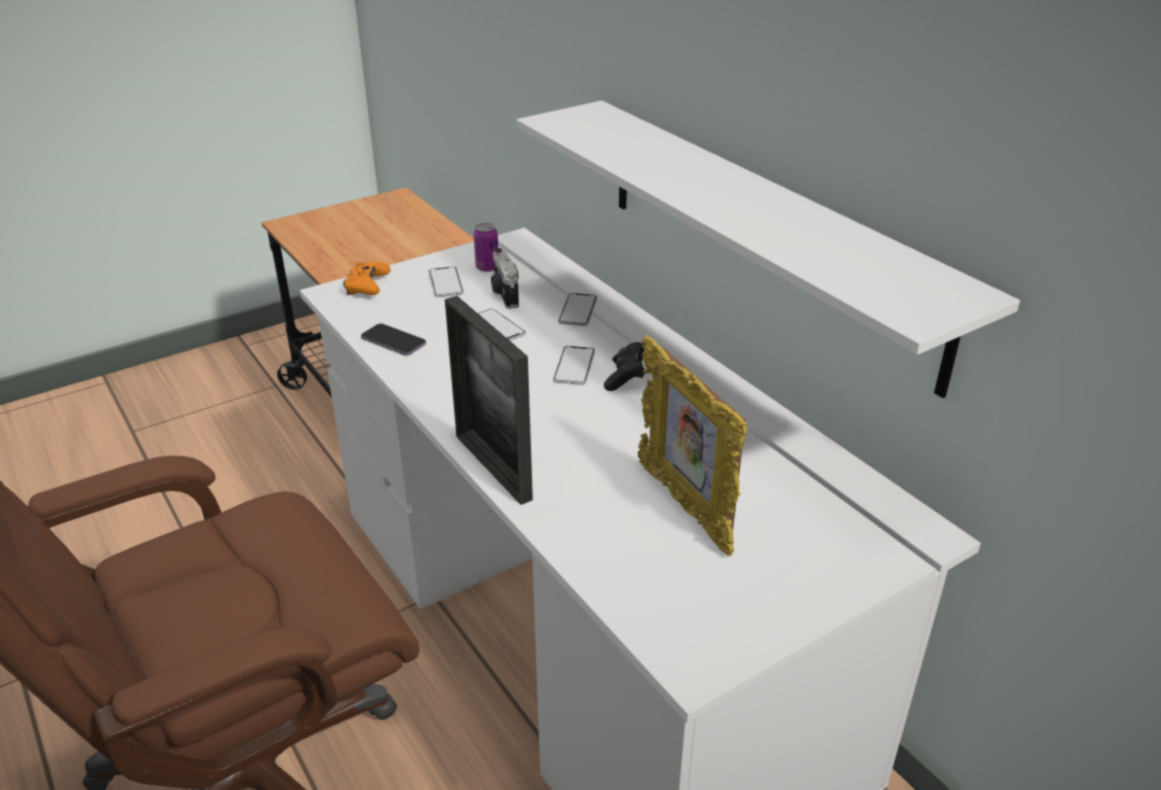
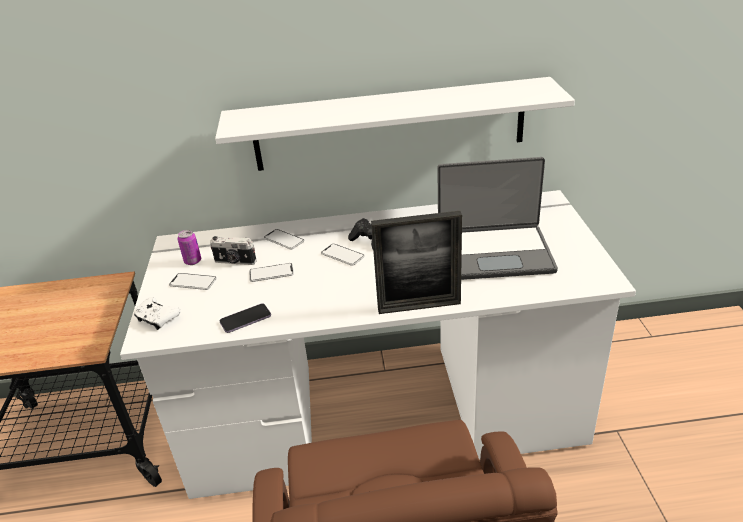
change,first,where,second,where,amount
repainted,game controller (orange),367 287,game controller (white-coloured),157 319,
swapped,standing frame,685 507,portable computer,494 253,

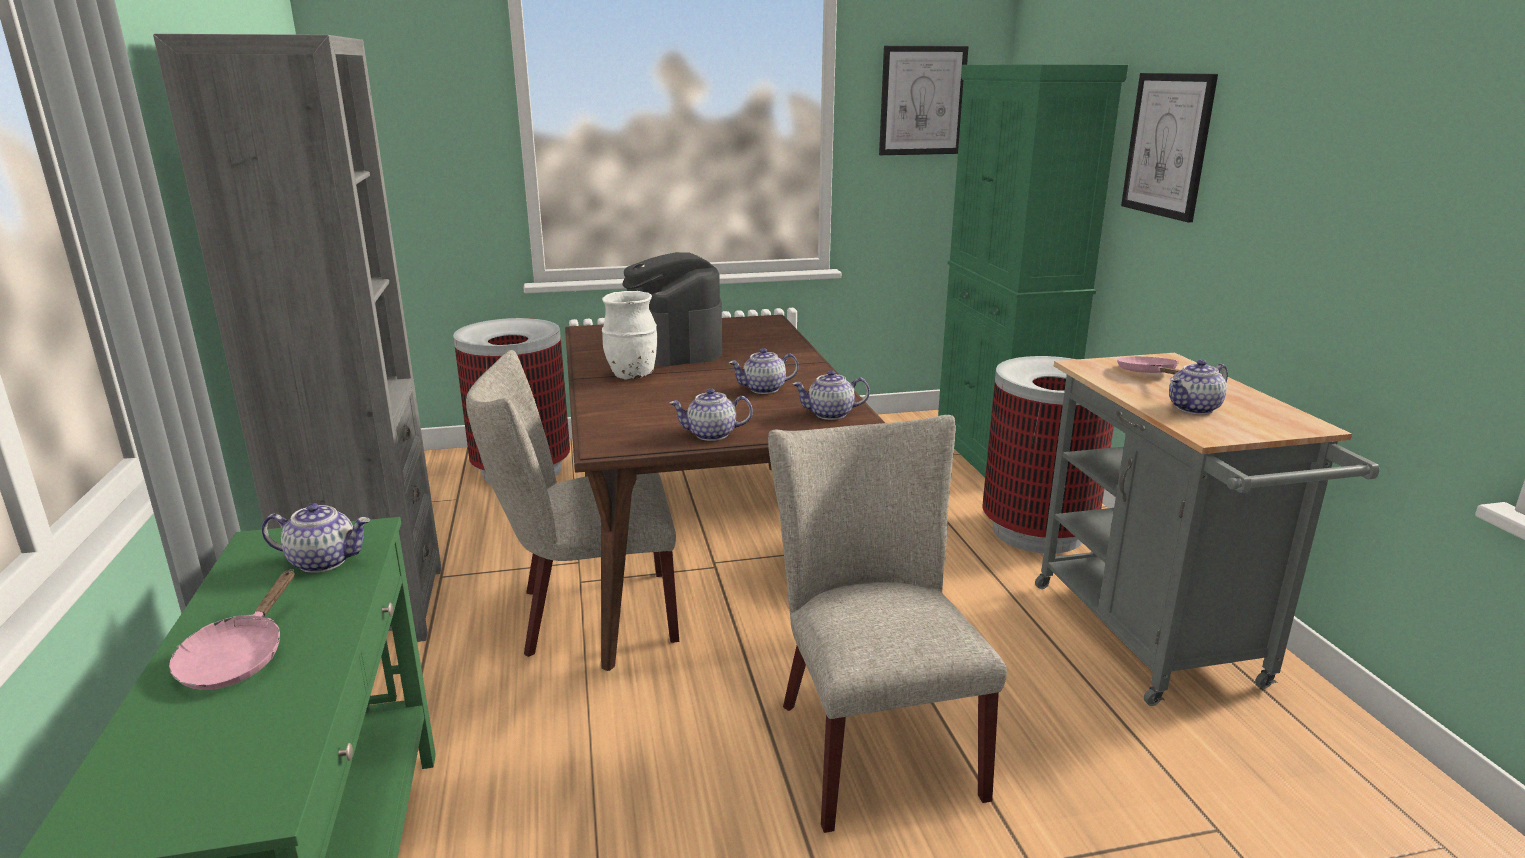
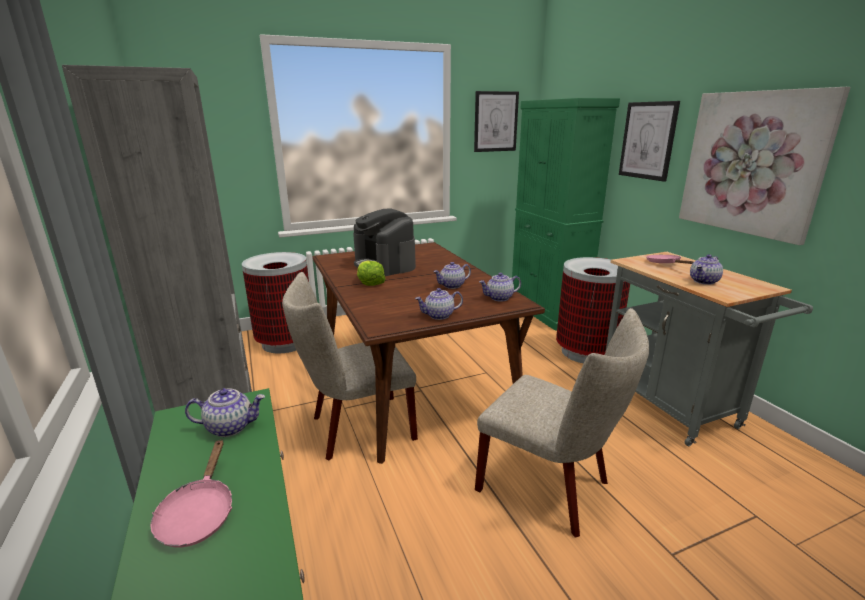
change,first,where,second,where,amount
swapped,decorative vase (white-coloured),632 376,lettuce,370 283,
rotated,upright chair (sand-coloured),870 740,,551 488,150 degrees clockwise
new,,,wall art,752 163,

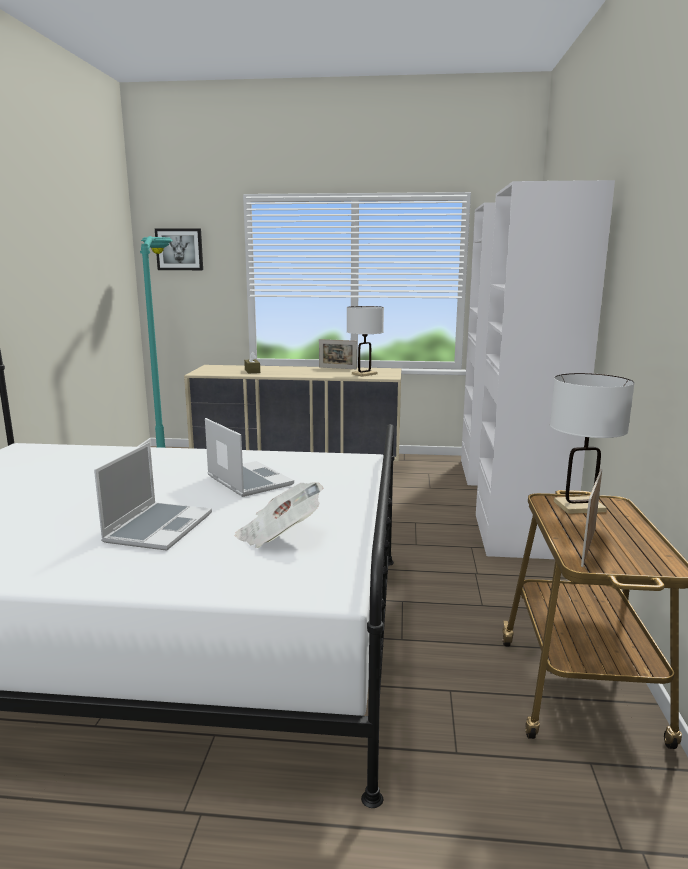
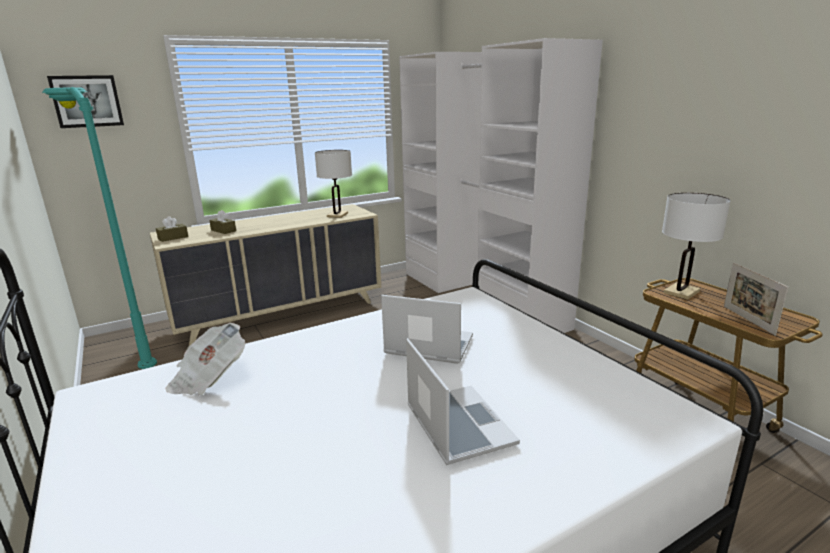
change,first,where,second,where,amount
shifted,daily paper,279 535,,208 378,
gone,standing frame,337 368,,,
new,,,tissue holder (brown),173 238,

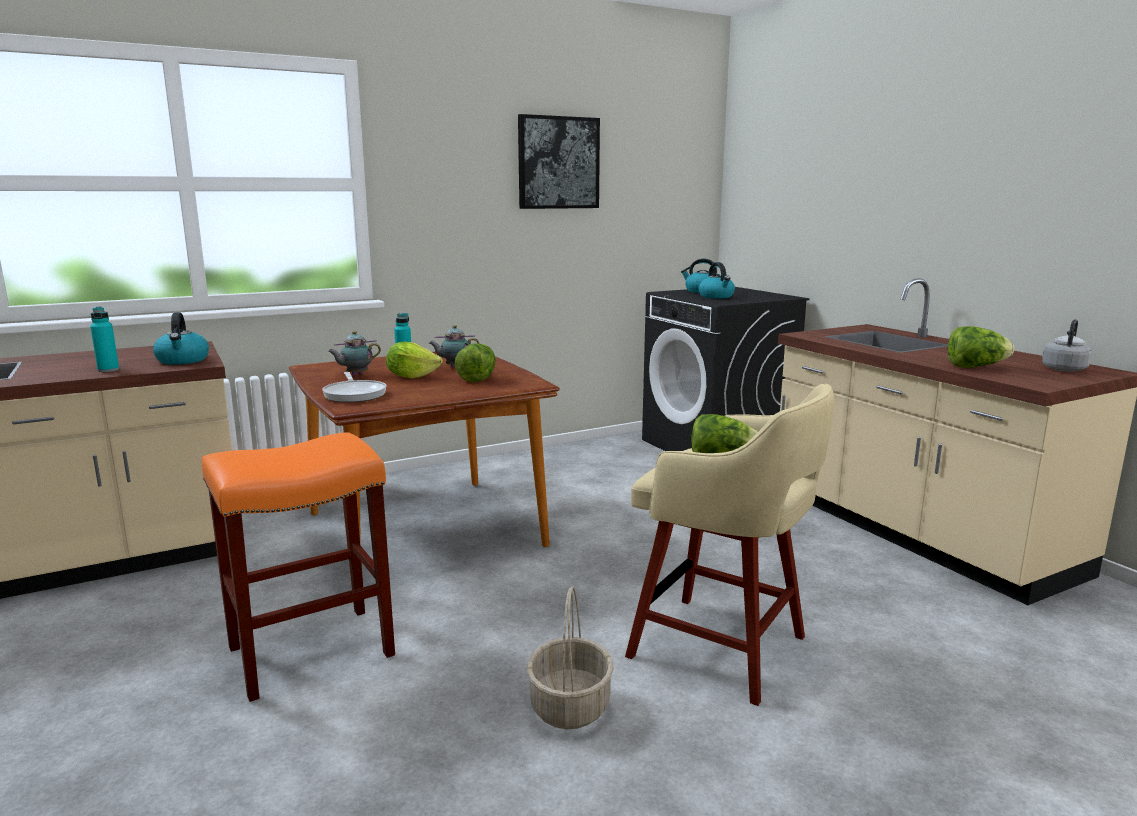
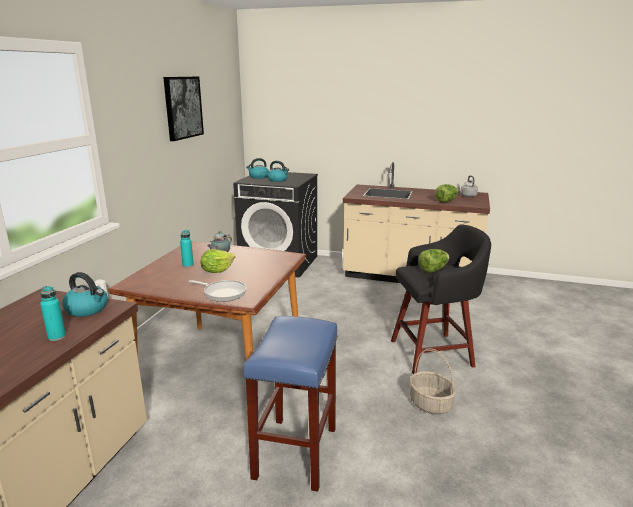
change,first,where,second,where,amount
repainted,sitting stool (orange),313 650,sitting stool (bluish),295 451,
gone,teapot,355 375,,,
gone,lettuce,478 378,,,
repainted,sitting stool (sand-coloured),723 649,sitting stool (blackish),434 353,

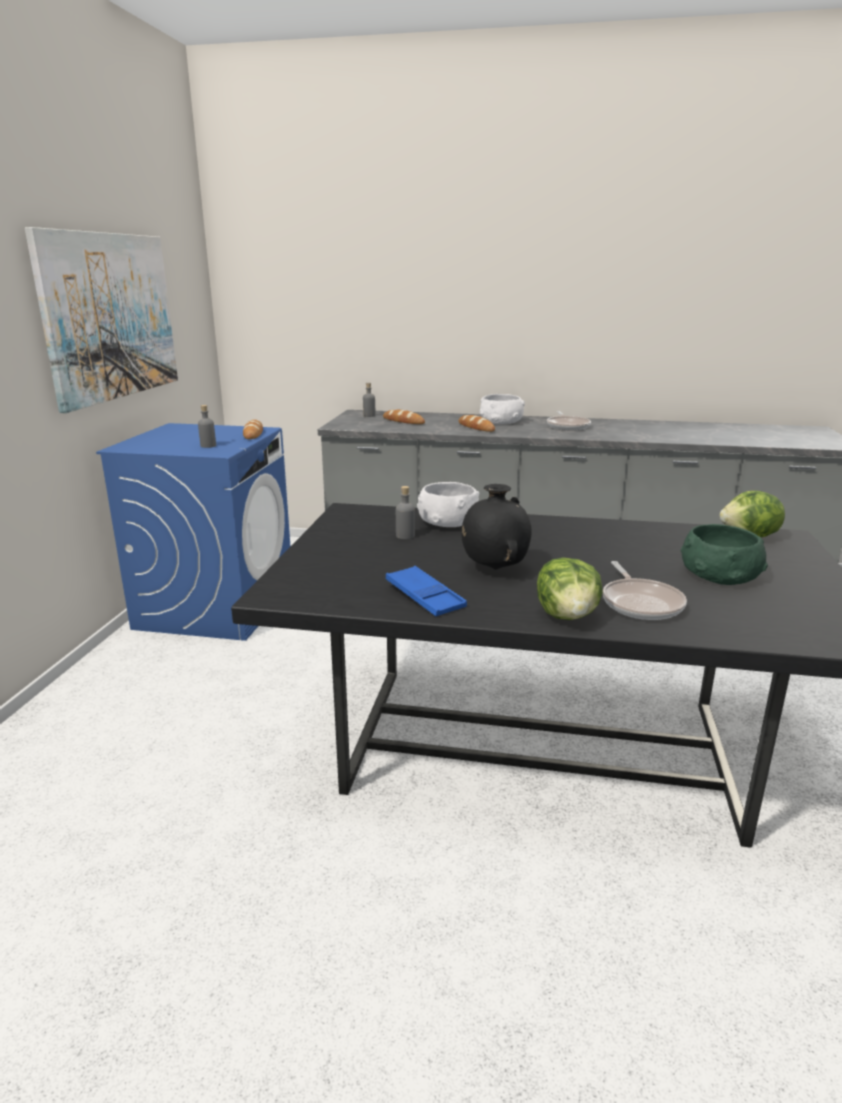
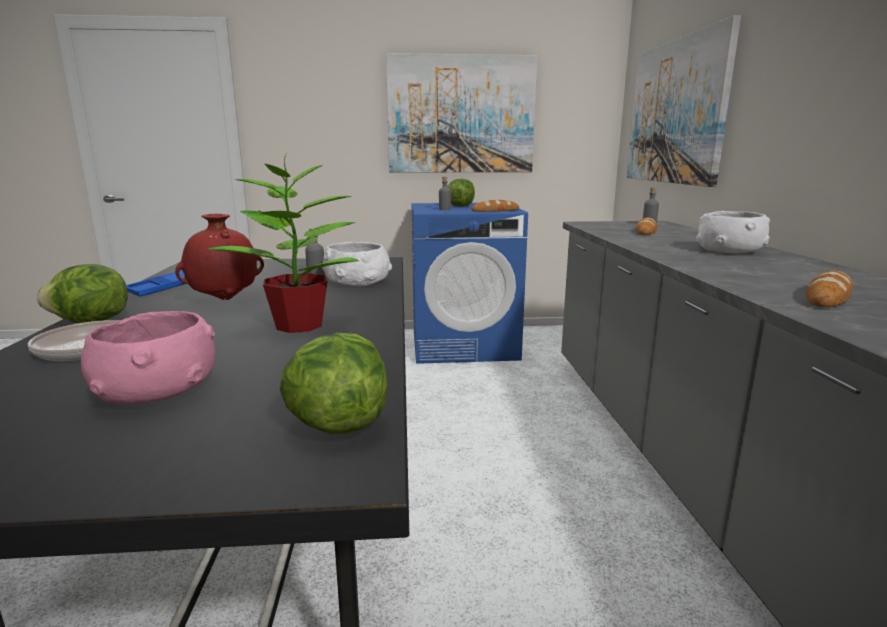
change,first,where,second,where,amount
shifted,bread,476 427,,828 296,
repainted,decorative vase (blackish),494 568,decorative vase (reddish),225 299,
gone,pan,567 426,,,
repainted,bowl (green),719 574,bowl (pink-coloured),158 389,
new,,,potted plant,300 325,
new,,,lettuce,460 206,
new,,,wall art,675 112,

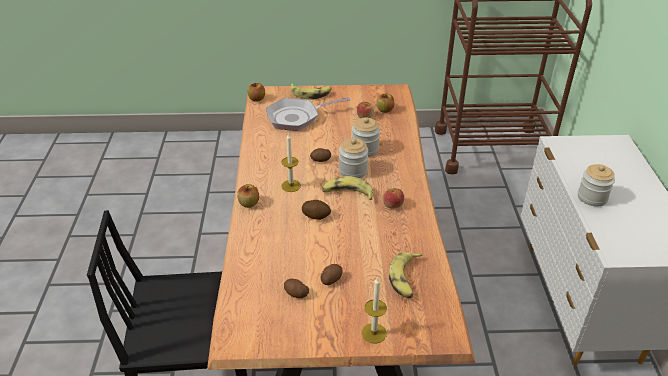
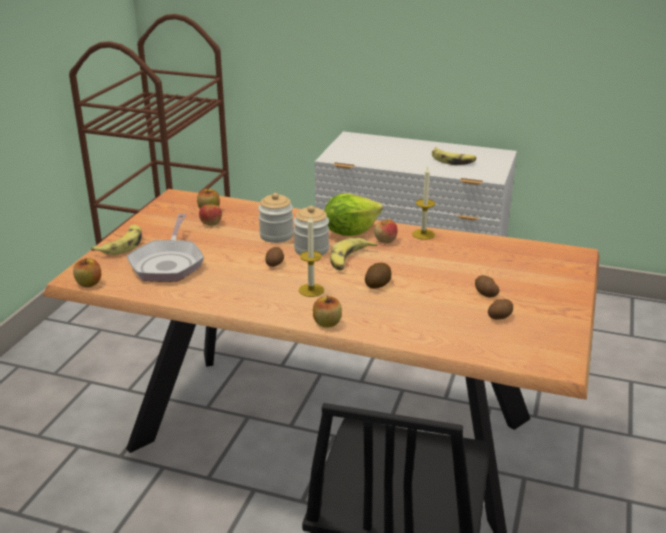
change,first,where,second,where,amount
shifted,wax light,374 333,,423 234,
shifted,banana fruit,405 279,,453 160,
gone,preserve jar,592 197,,,
new,,,lettuce,350 232,

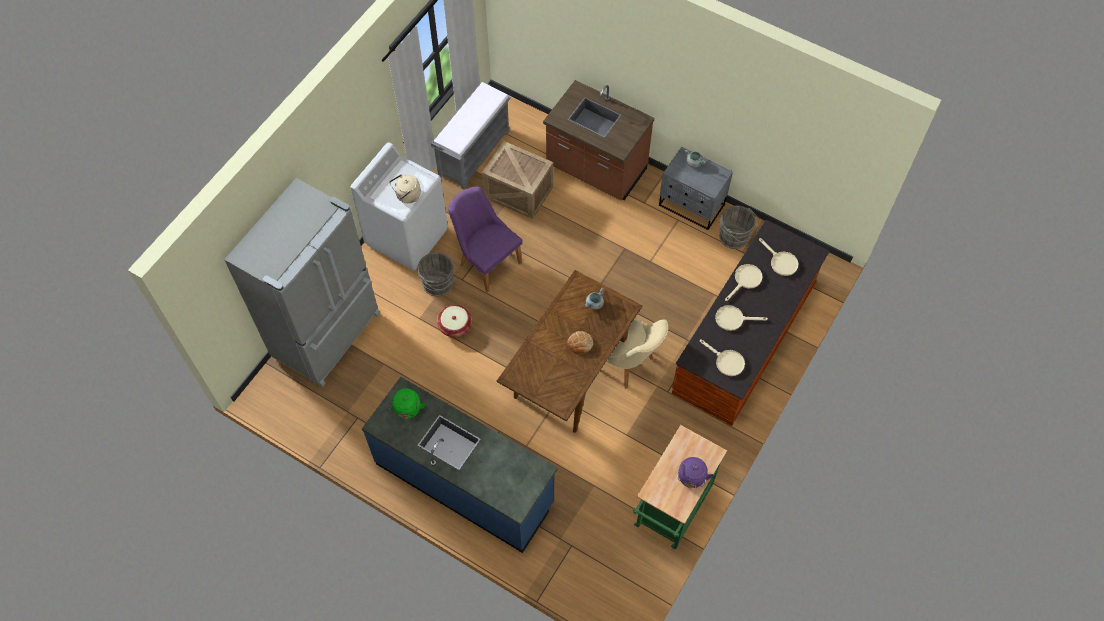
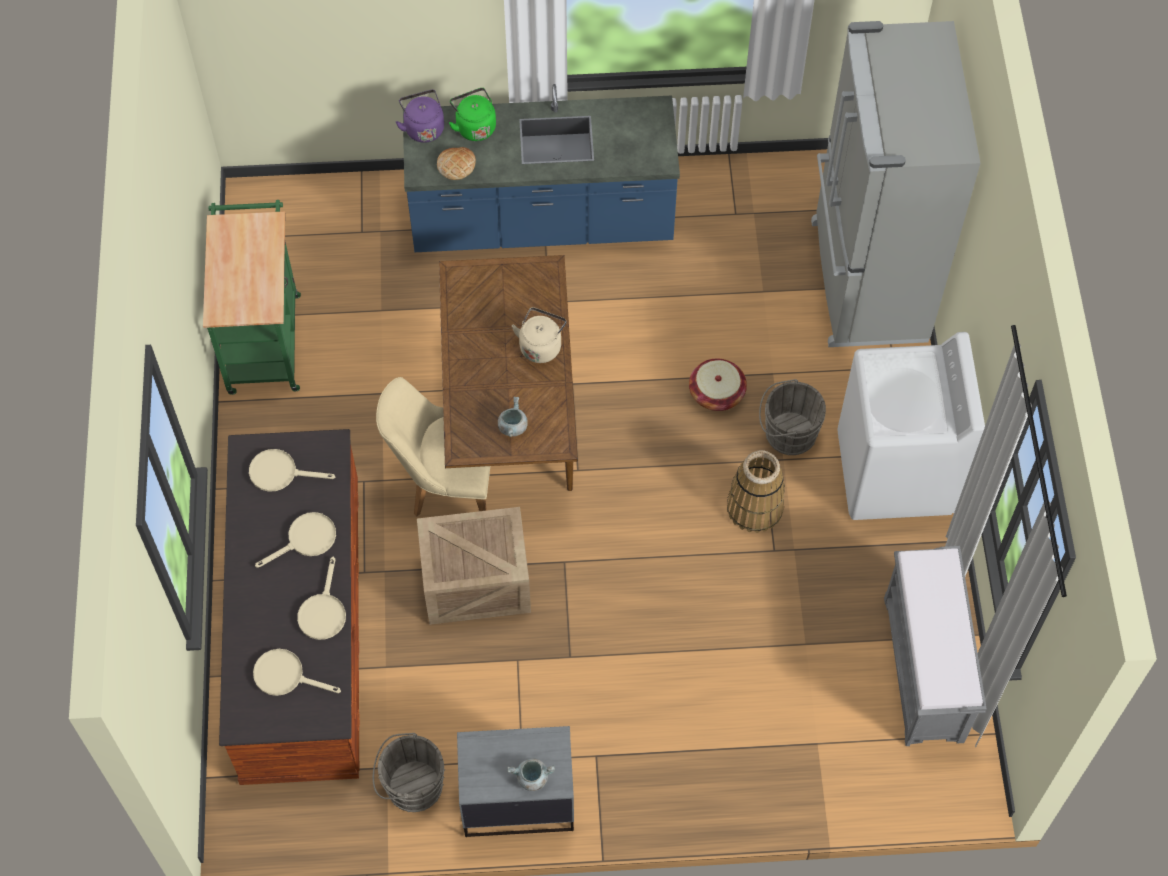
change,first,where,second,where,amount
shifted,kettle (sand-coloured),407 196,,541 345,
shifted,kettle (green),407 410,,474 126,
swapped,upright chair (purplish),486 261,basket,754 508,
shifted,packing crate,519 192,,474 584,
gone,kitchen base unit (brown),596 169,,,
shifted,bread,580 343,,456 165,
shifted,kettle (purplish),691 478,,423 127,

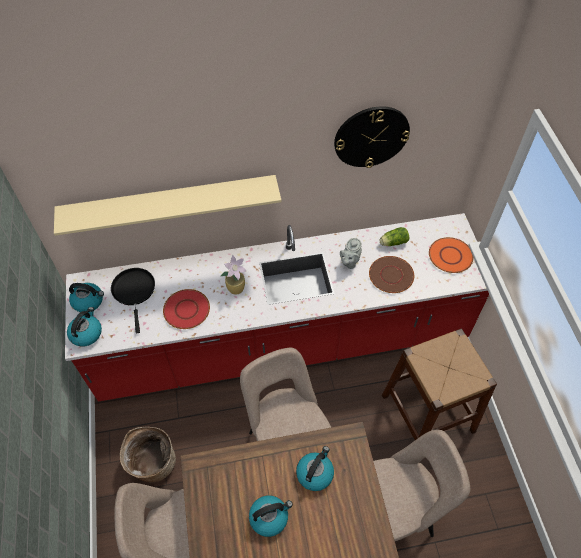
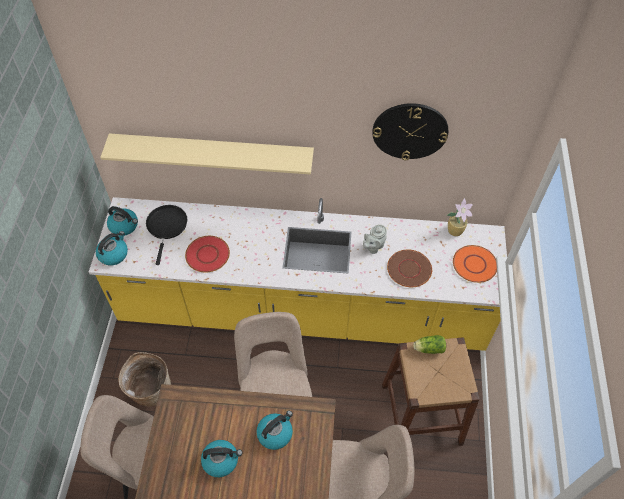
change,first,where,second,where,amount
repainted,kitchen base unit (reddish),291 341,kitchen base unit (yellow-coloured),311 310,
shifted,potted plant,237 288,,455 230,
shifted,lettuce,392 242,,428 348,

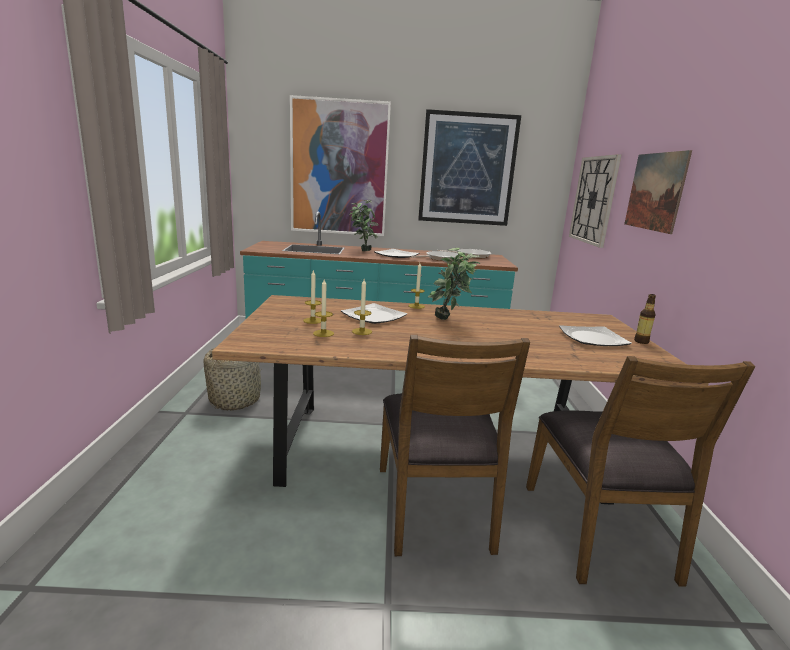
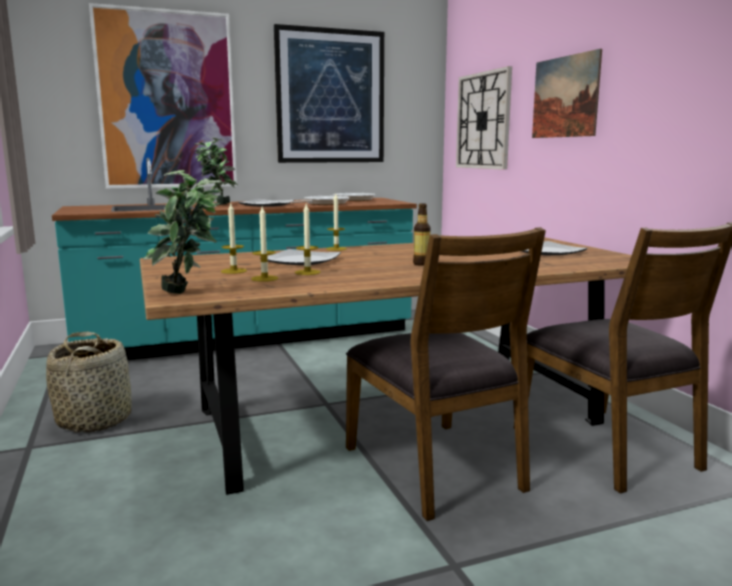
change,first,where,second,where,amount
shifted,potted plant,450 320,,188 293,
shifted,bottle,641 341,,421 264,

